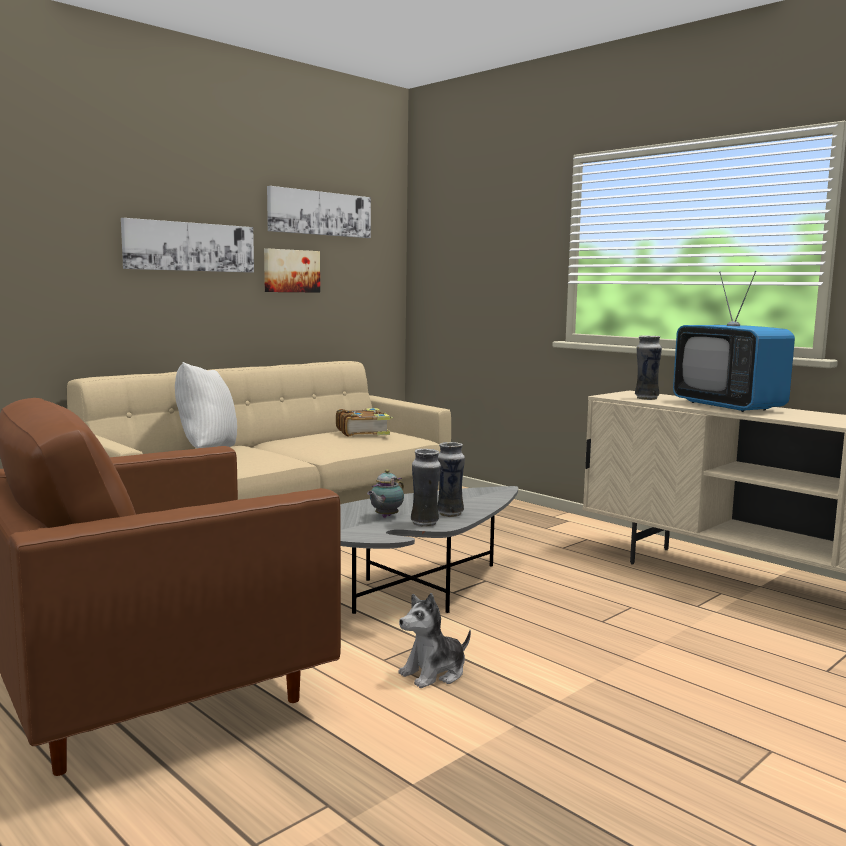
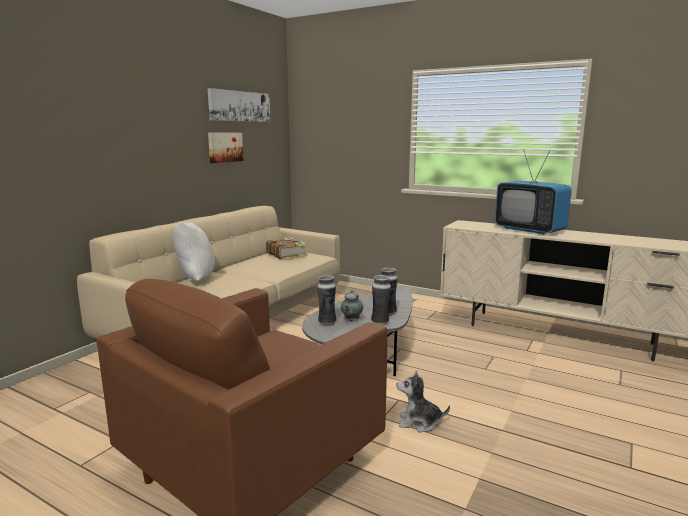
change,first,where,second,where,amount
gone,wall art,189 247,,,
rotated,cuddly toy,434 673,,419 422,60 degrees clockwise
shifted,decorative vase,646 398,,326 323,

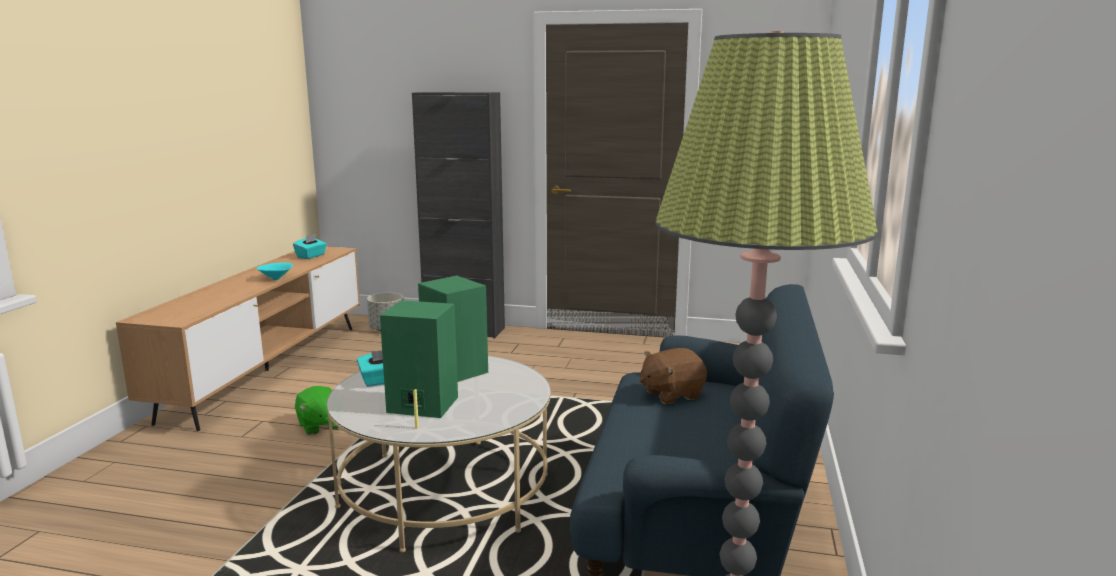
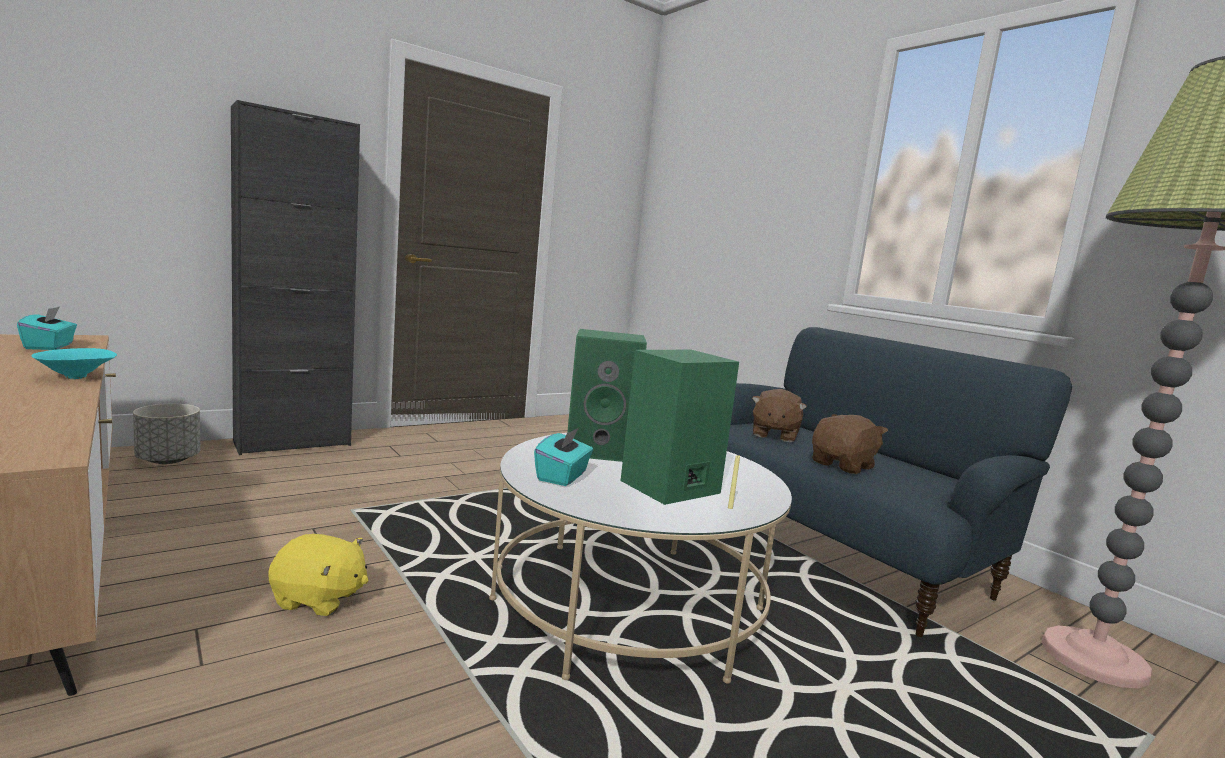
change,first,where,second,where,amount
repainted,cuddly toy (green),319 426,cuddly toy (yellow-coloured),319 599,
new,,,cuddly toy (brown),843 465,

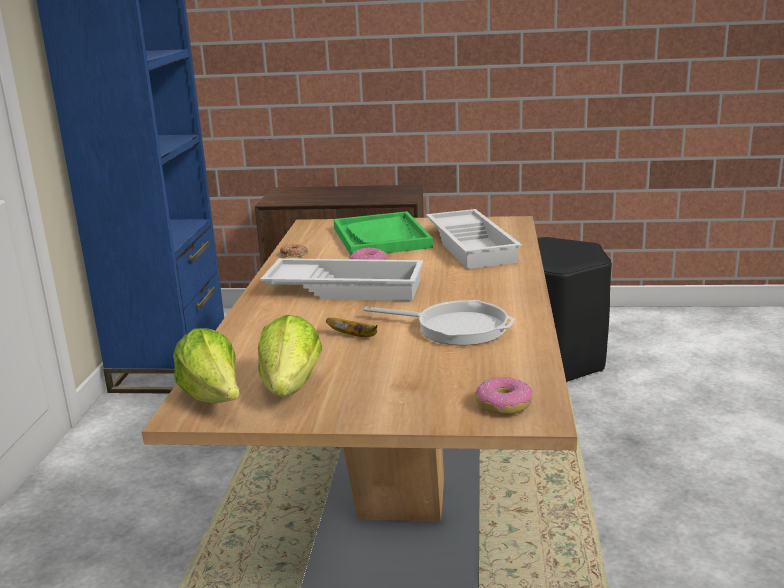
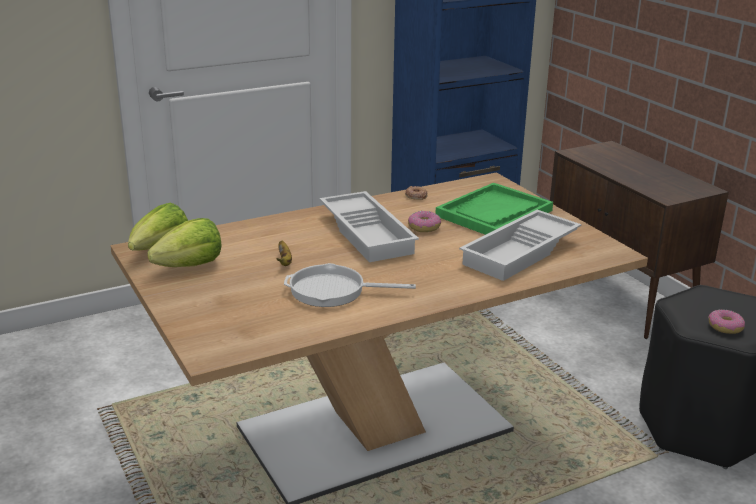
change,first,where,second,where,amount
rotated,pan,455 328,,333 291,105 degrees clockwise
shifted,doughnut,503 405,,725 327,

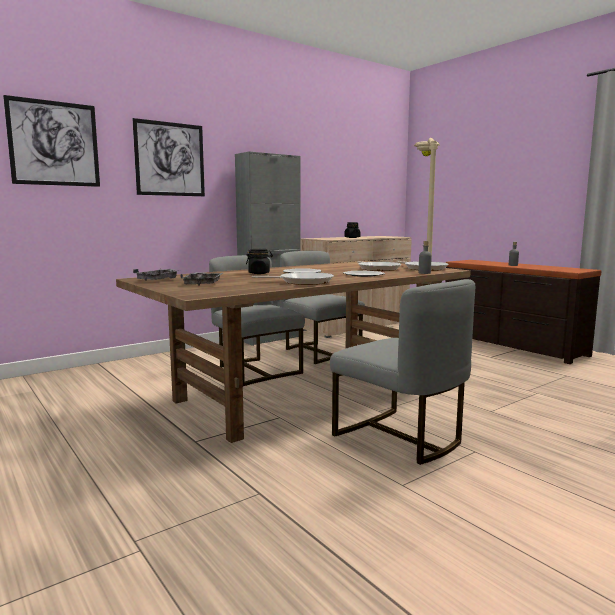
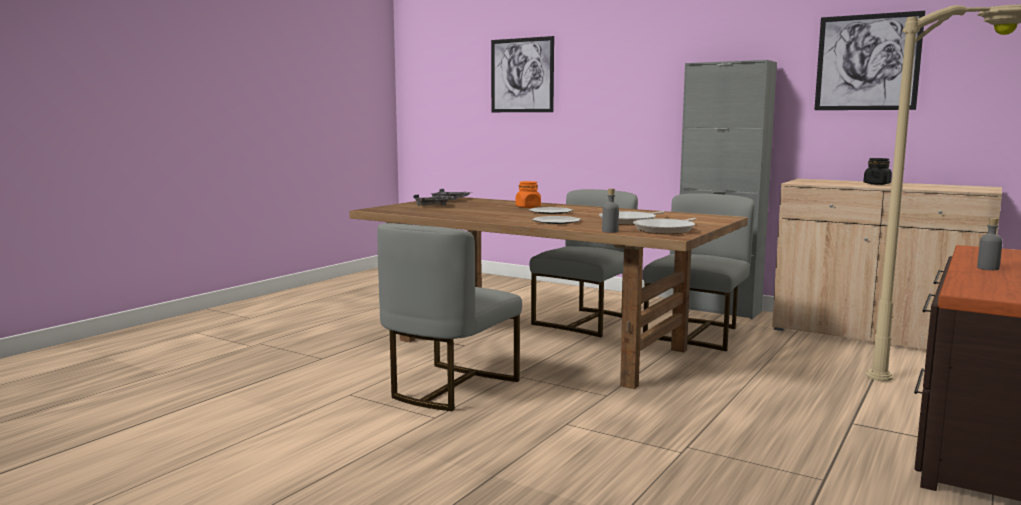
change,first,where,second,where,amount
shifted,wall art,170 159,,867 62,
repainted,preserve jar (blackish),259 273,preserve jar (orange),528 207,
gone,pan,303 282,,,

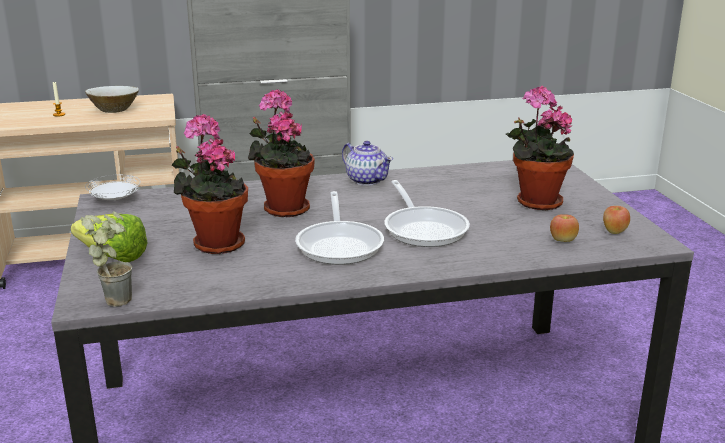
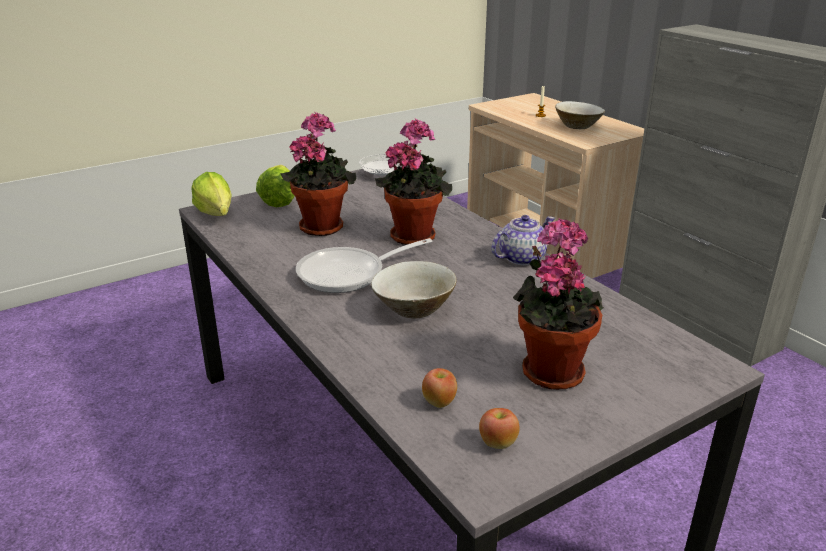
change,first,where,second,where,amount
swapped,potted plant,117 297,lettuce,216 217,
rotated,teapot,367 180,,521 258,150 degrees counterclockwise
swapped,pan,424 228,bowl (sand-coloured),413 308,

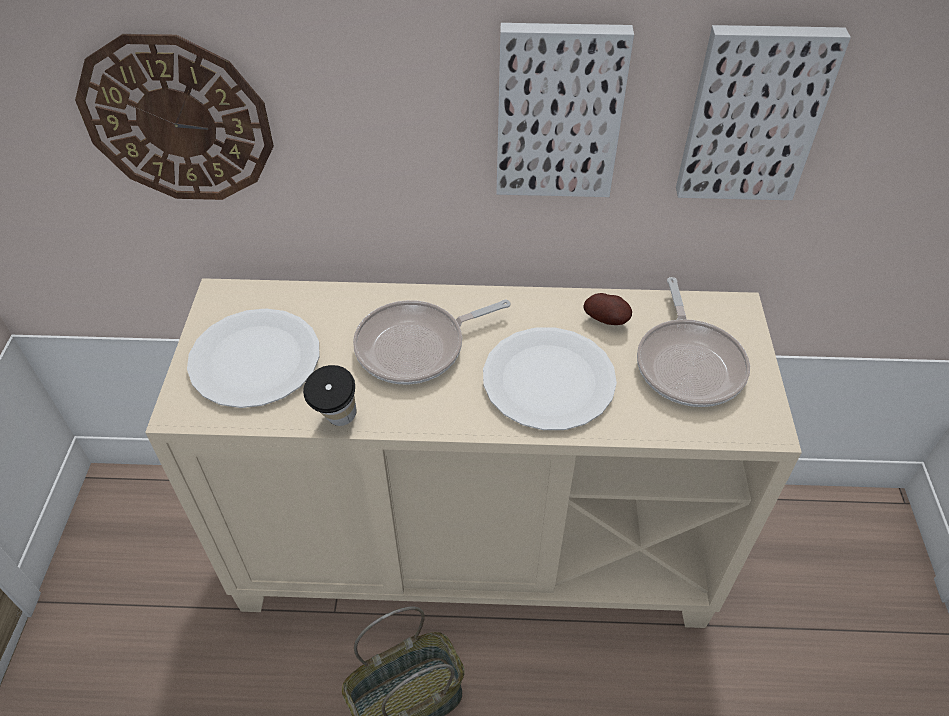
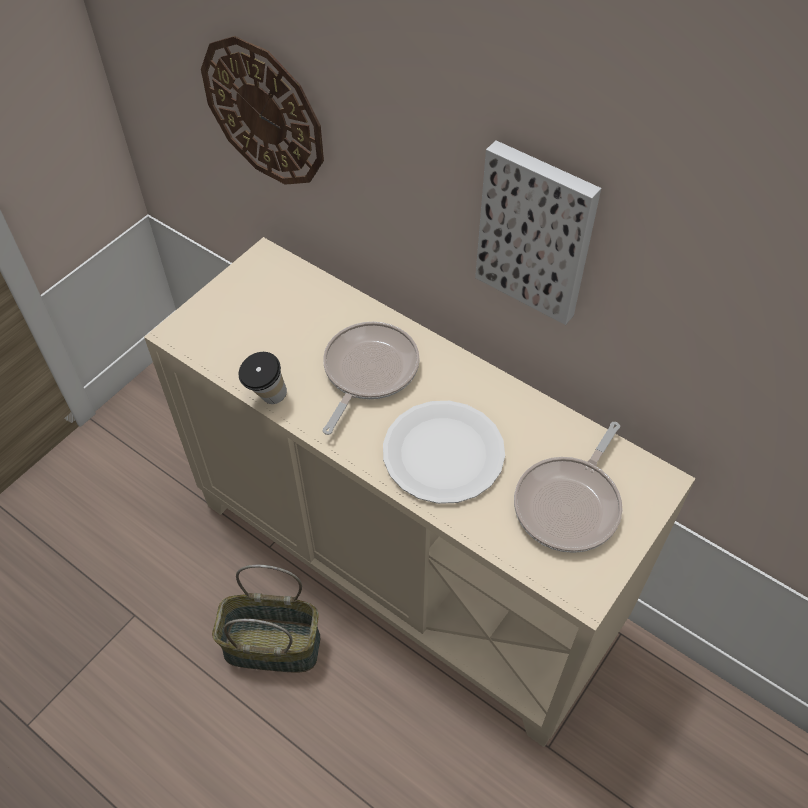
change,first,where,second,where,amount
gone,flat dish (white-coloured),255 360,,,
rotated,pan,416 347,,368 372,105 degrees clockwise
gone,spud,607 320,,,
gone,wall art,753 113,,,

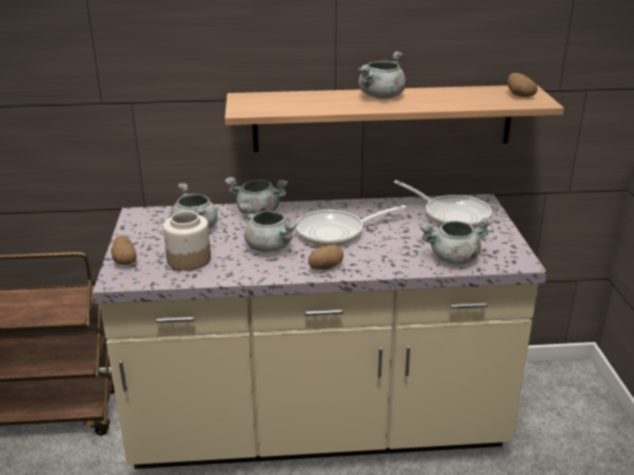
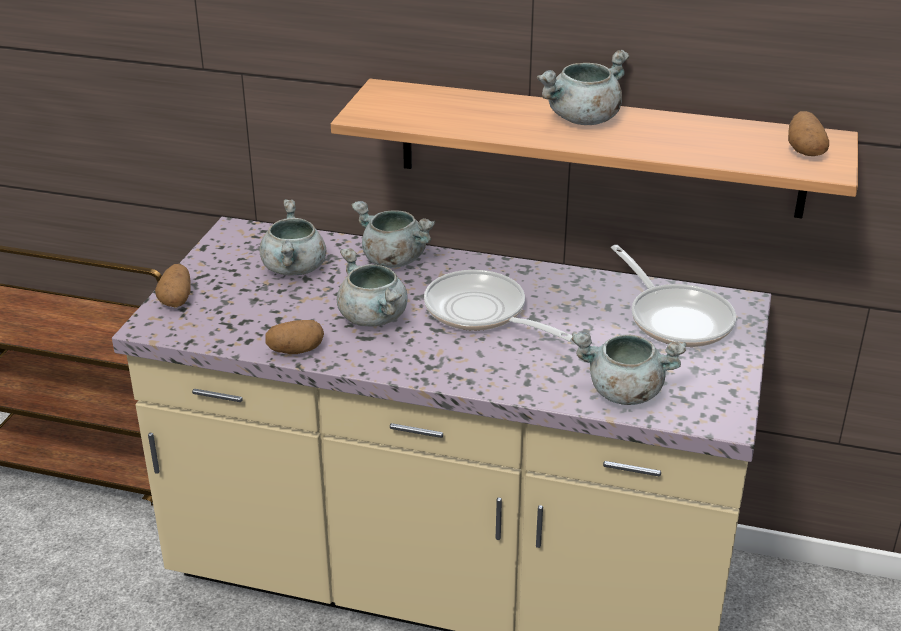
change,first,where,second,where,amount
gone,preserve jar,188 260,,,
rotated,pan,336 232,,481 313,45 degrees clockwise
shifted,spud,325 267,,296 350,

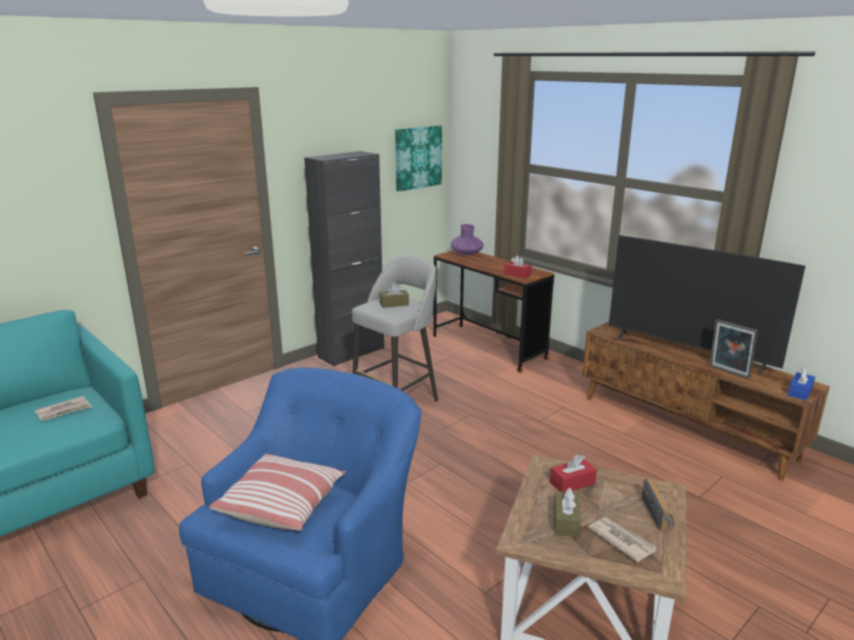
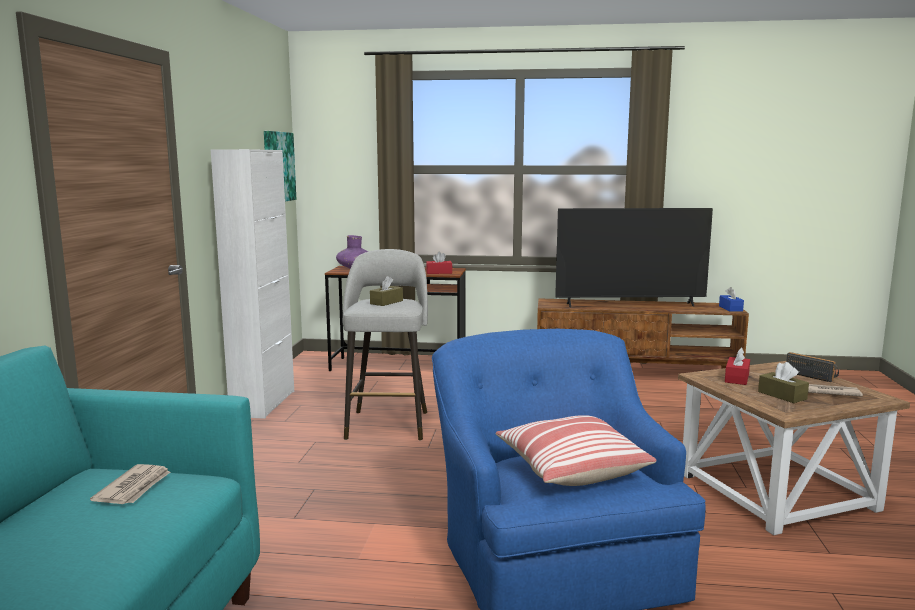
change,first,where,second,where,amount
repainted,cabinet (blackish),351 353,cabinet (white-coloured),263 403,
gone,standing frame,728 372,,,

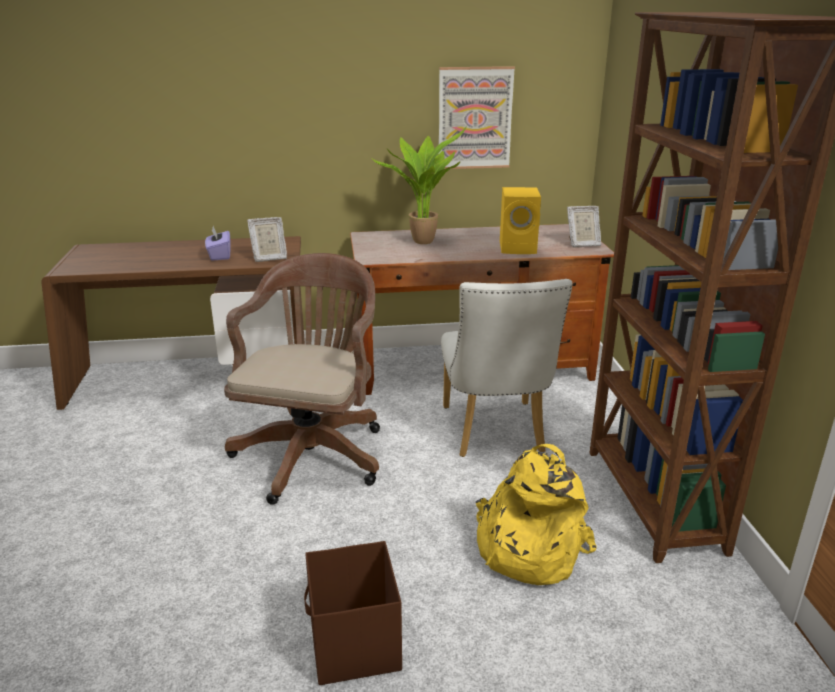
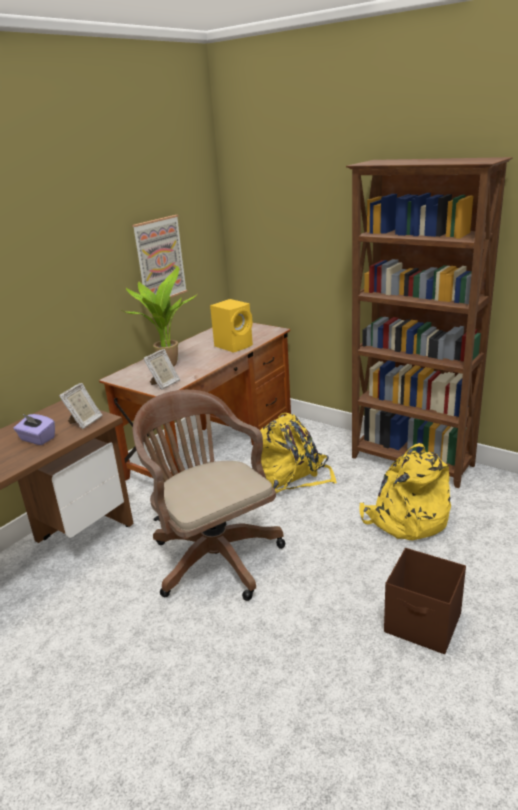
change,first,where,second,where,amount
swapped,upright chair (white-coloured),495 434,backpack (yellow-coloured),293 477,
shifted,standing frame,582 244,,164 384,

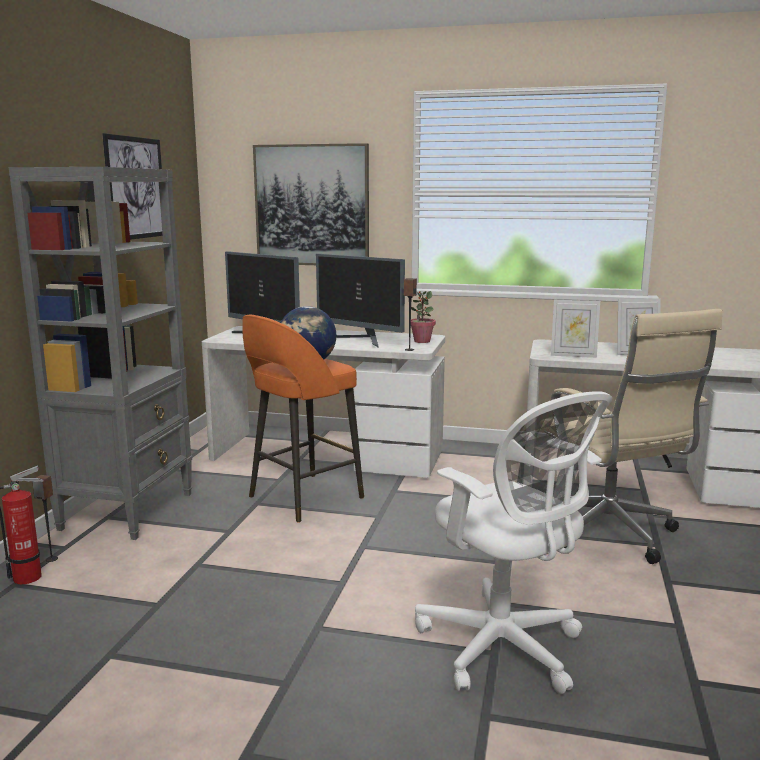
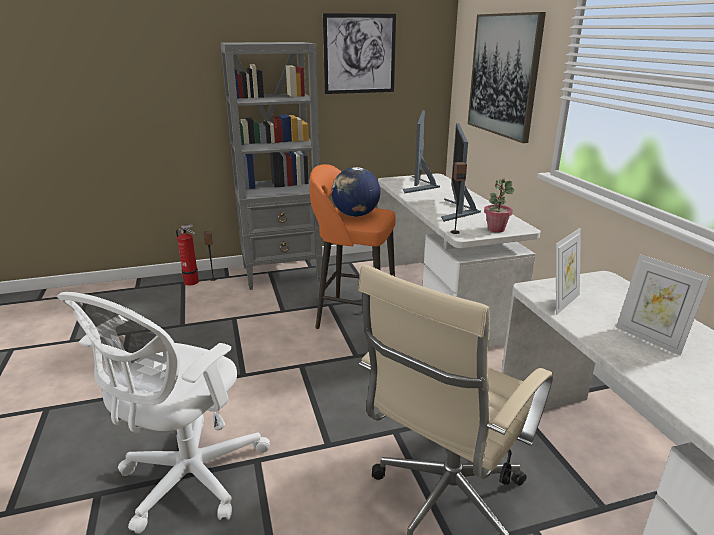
change,first,where,second,where,amount
rotated,standing frame,573 355,,562 302,120 degrees counterclockwise

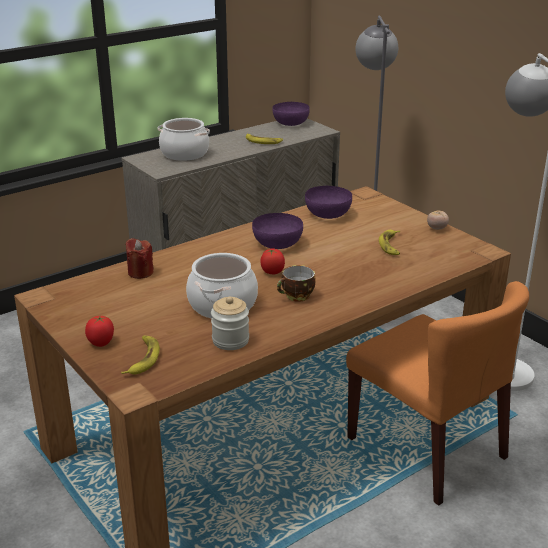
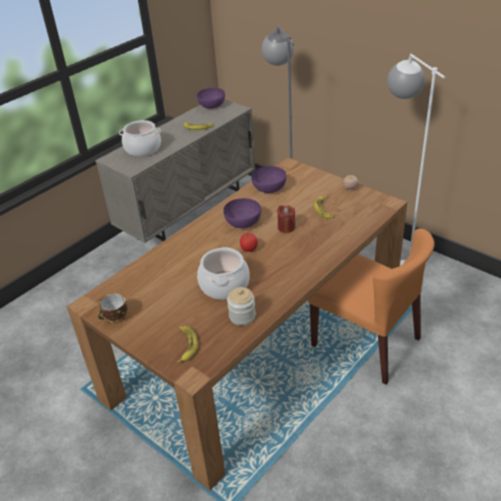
change,first,where,second,where,amount
gone,fresh tomato,101 342,,,
shifted,wax light (reddish),140 272,,286 227,
shifted,small cup,297 296,,115 317,

